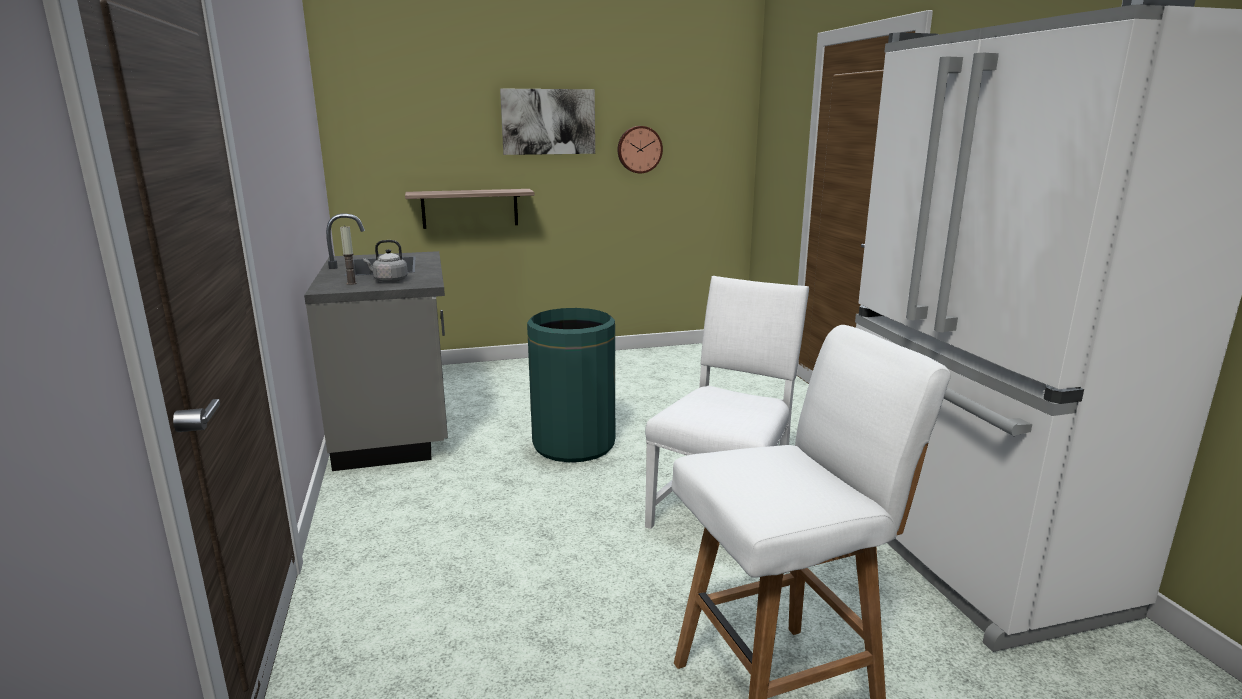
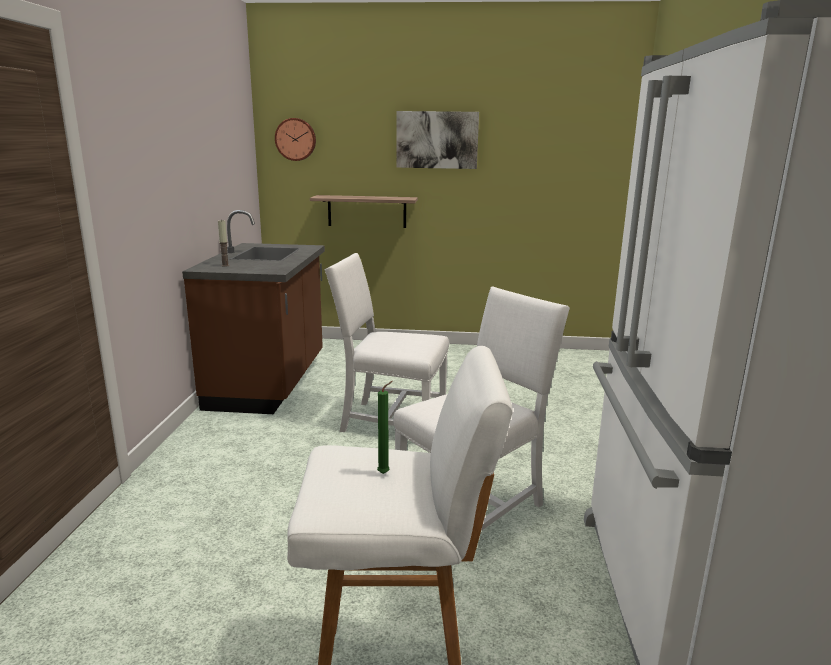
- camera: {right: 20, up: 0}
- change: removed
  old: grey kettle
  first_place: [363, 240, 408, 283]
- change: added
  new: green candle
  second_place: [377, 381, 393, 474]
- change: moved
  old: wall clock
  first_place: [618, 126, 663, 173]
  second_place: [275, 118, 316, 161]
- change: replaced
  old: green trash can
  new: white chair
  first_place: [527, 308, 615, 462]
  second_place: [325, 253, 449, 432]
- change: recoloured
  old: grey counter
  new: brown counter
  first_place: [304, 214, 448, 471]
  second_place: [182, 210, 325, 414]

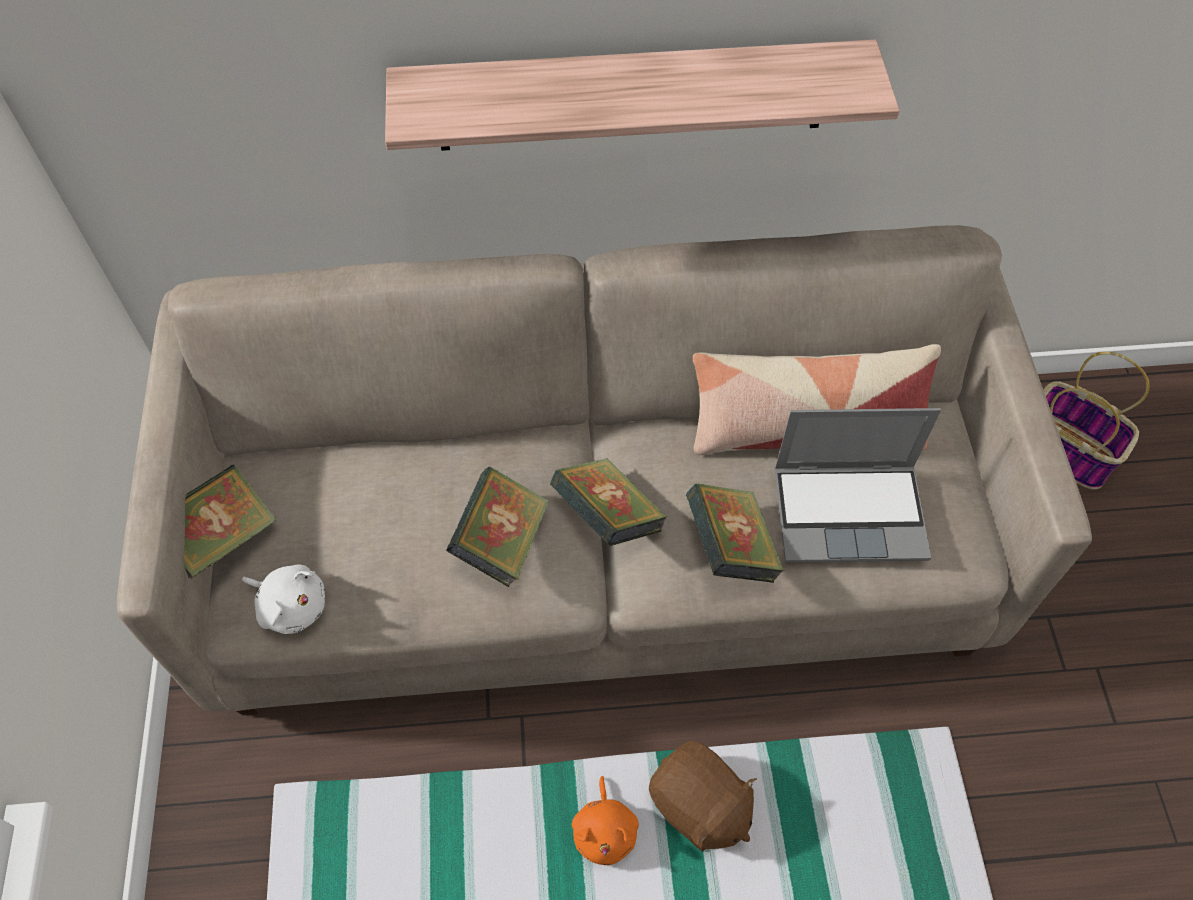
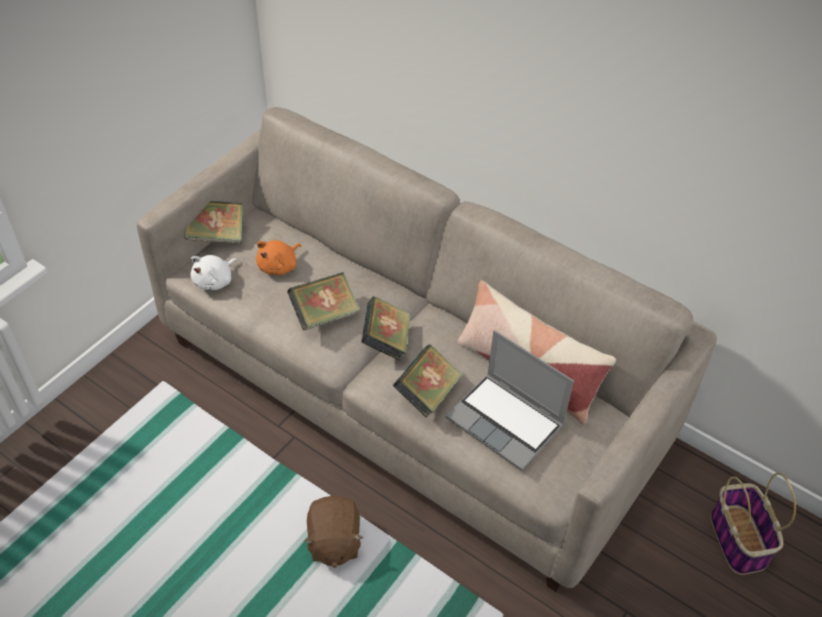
- camera: {right: 40, up: -10}
- change: removed
  old: shelf
  first_place: [385, 40, 900, 151]
- change: moved
  old: orange plush toy
  first_place: [572, 776, 639, 865]
  second_place: [256, 240, 301, 275]
- change: turned
  old: white plush toy
  first_place: [242, 564, 325, 634]
  second_place: [191, 255, 238, 290]
  degrees: 60

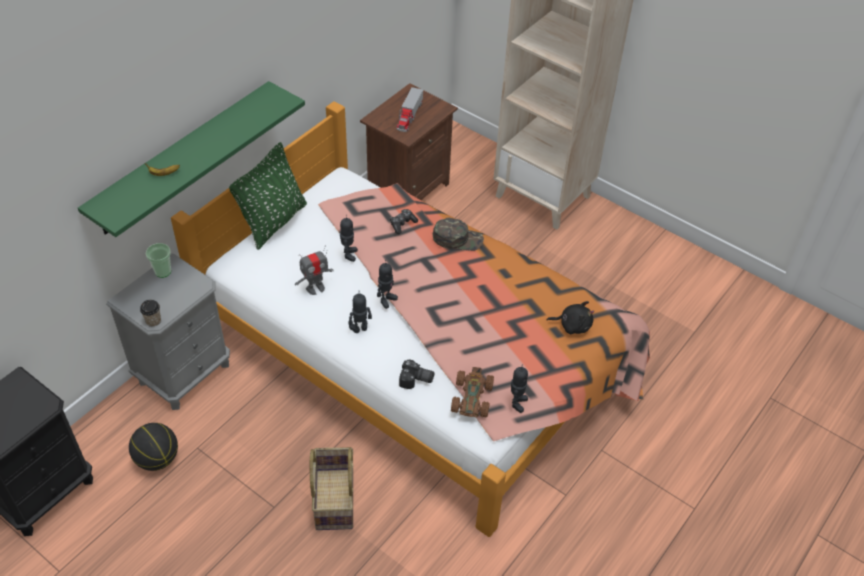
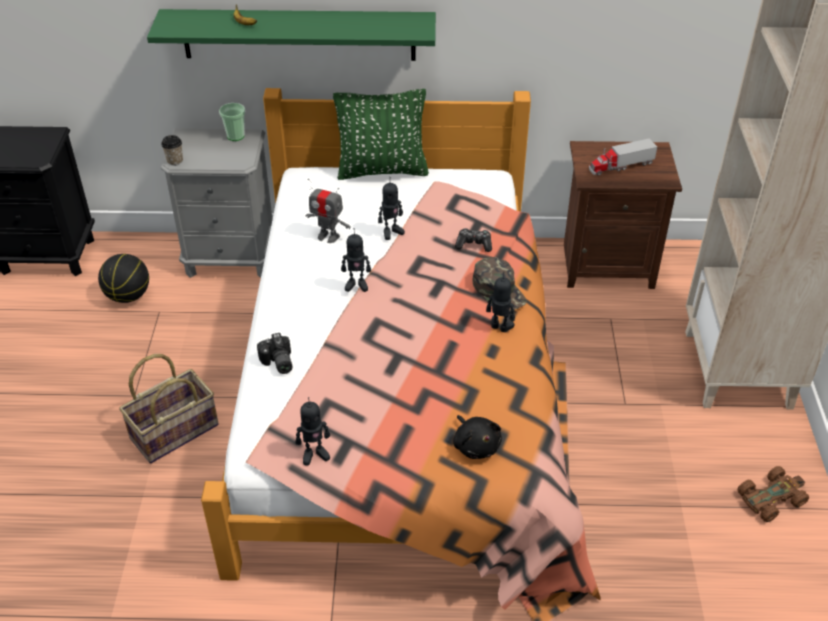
- camera: {right: 55, up: -5}
- change: moved
  old: toy robot
  first_place: [348, 294, 372, 333]
  second_place: [486, 272, 515, 332]
- change: moved
  old: brown toy car
  first_place: [451, 367, 494, 418]
  second_place: [737, 466, 809, 522]

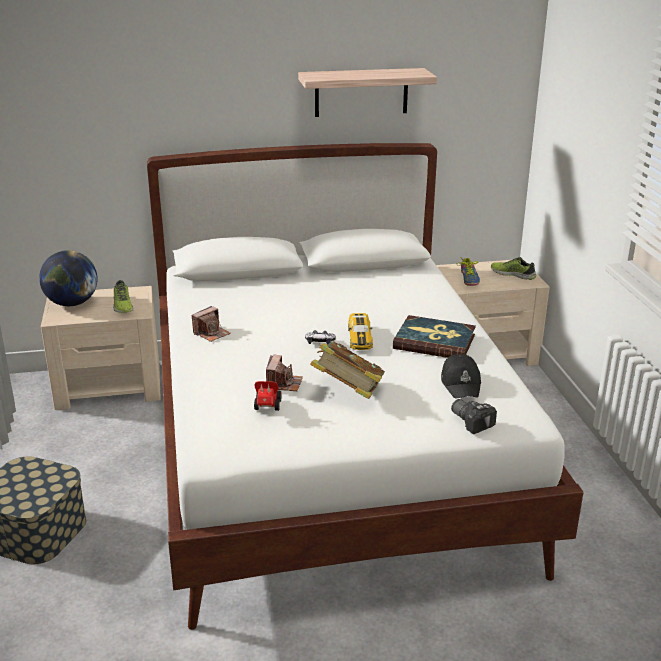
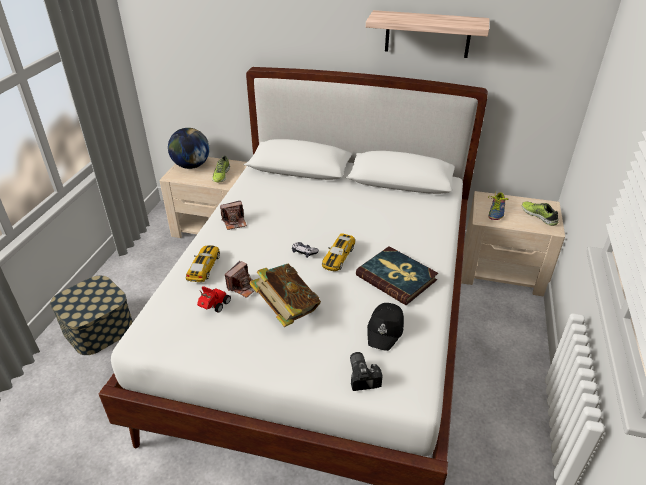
- camera: {right: 25, up: 10}
- change: added
  new: toy car
  second_place: [185, 245, 220, 283]

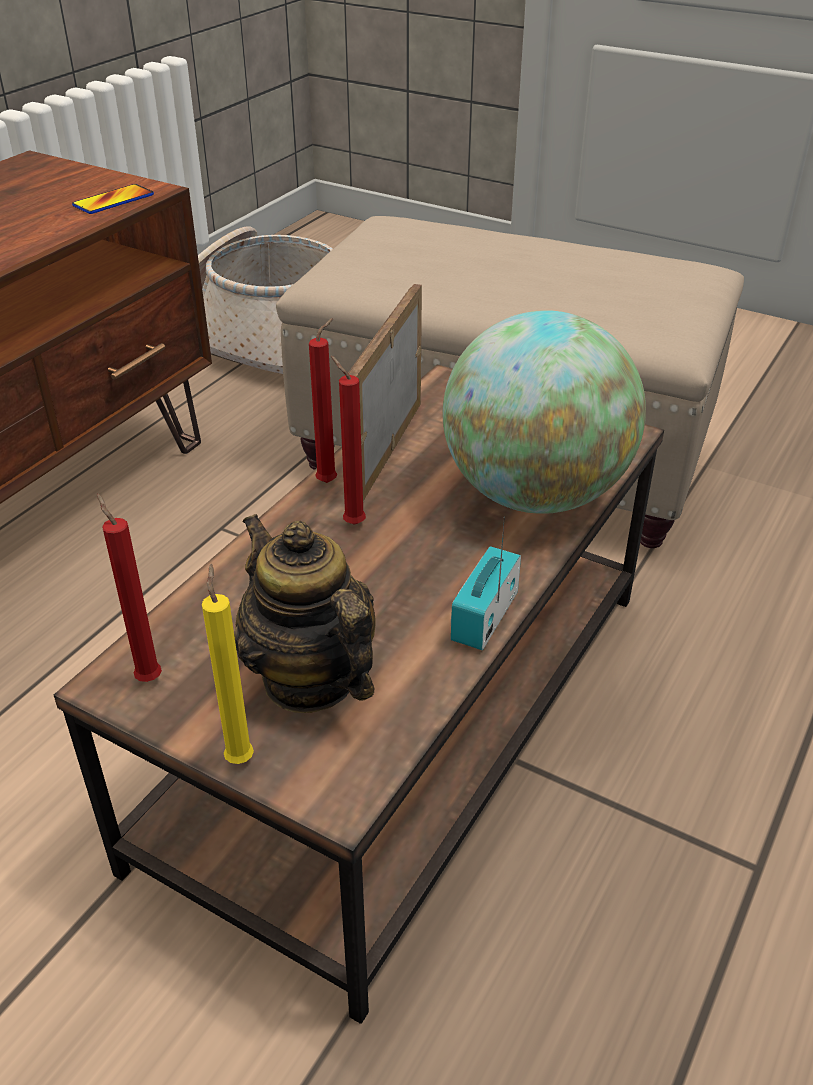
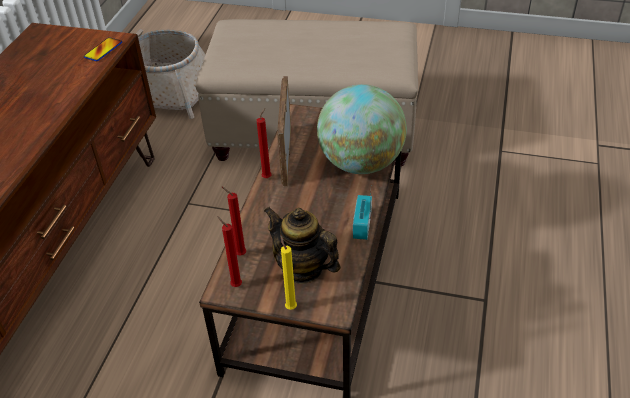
- camera: {right: -15, up: 5}
- change: moved
  old: red candle
  first_place: [331, 356, 366, 525]
  second_place: [222, 187, 246, 255]

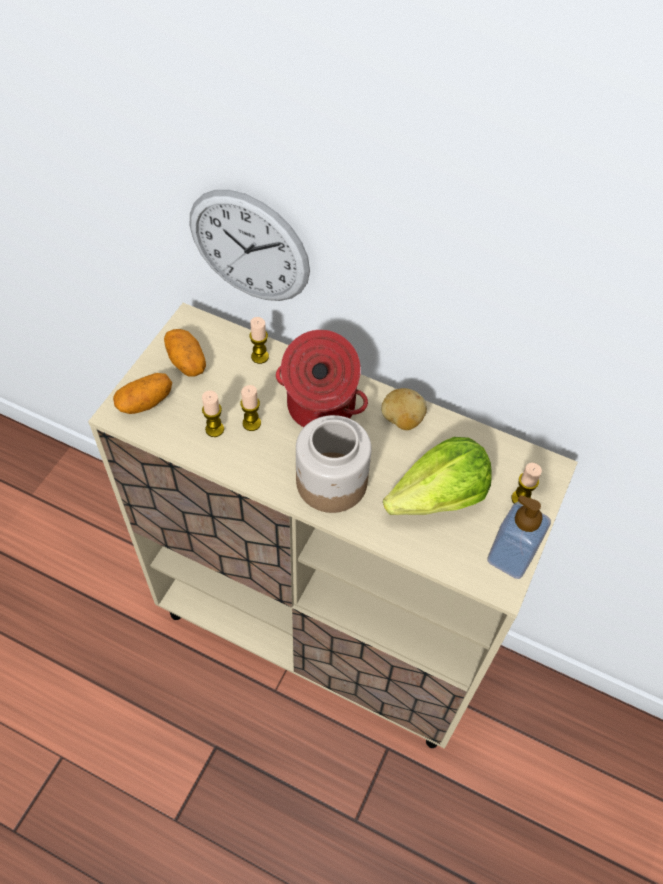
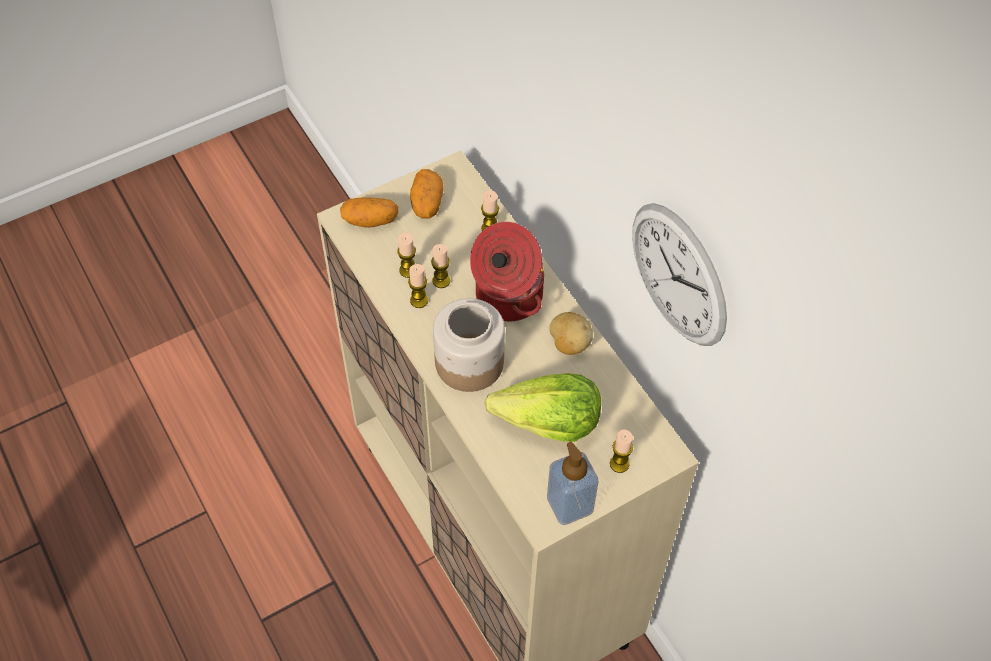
- camera: {right: 35, up: 0}
- change: added
  new: candle
  second_place: [408, 264, 428, 308]
- change: moved
  old: wall clock
  first_place: [190, 190, 310, 301]
  second_place: [632, 203, 727, 346]

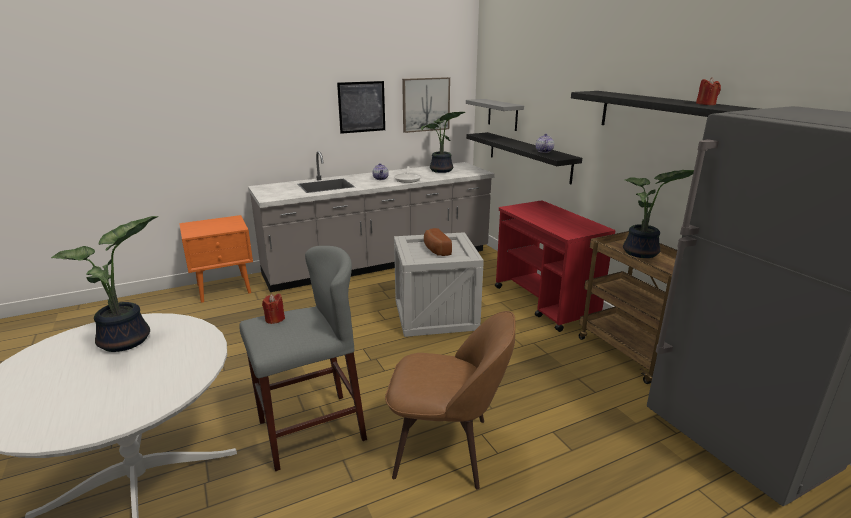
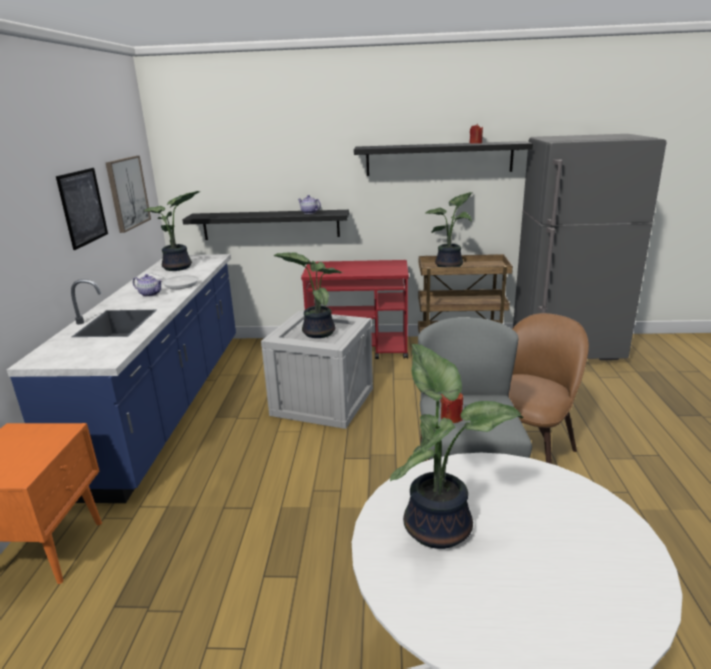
- camera: {right: -60, up: 0}
- change: removed
  old: grey shelf
  first_place: [466, 99, 524, 131]
- change: replaced
  old: bread
  new: potted plant
  first_place: [424, 228, 452, 256]
  second_place: [273, 253, 343, 338]
- change: recoloured
  old: grey counter
  new: blue counter
  first_place: [248, 151, 495, 292]
  second_place: [7, 254, 236, 503]

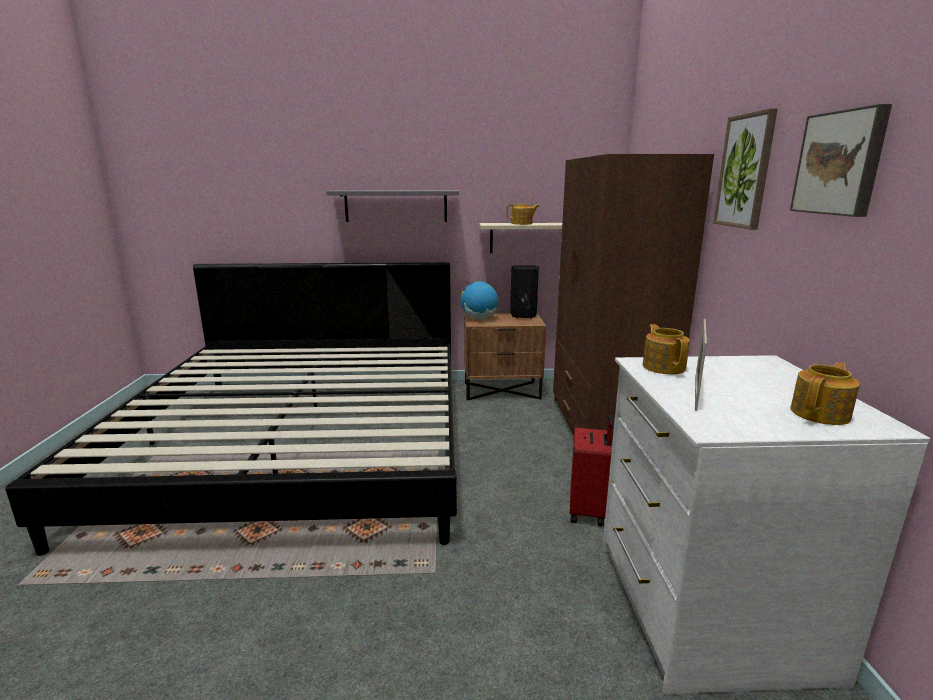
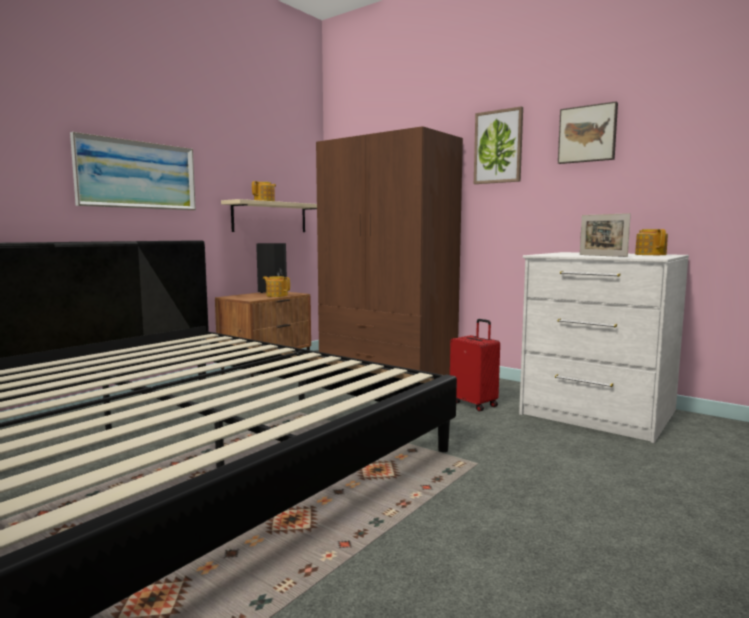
- camera: {right: -50, up: -10}
- change: removed
  old: globe
  first_place: [461, 281, 498, 319]
- change: moved
  old: teapot
  first_place: [642, 324, 690, 374]
  second_place: [263, 276, 290, 297]
- change: replaced
  old: grey shelf
  new: picture
  first_place: [326, 190, 459, 222]
  second_place: [70, 132, 196, 210]

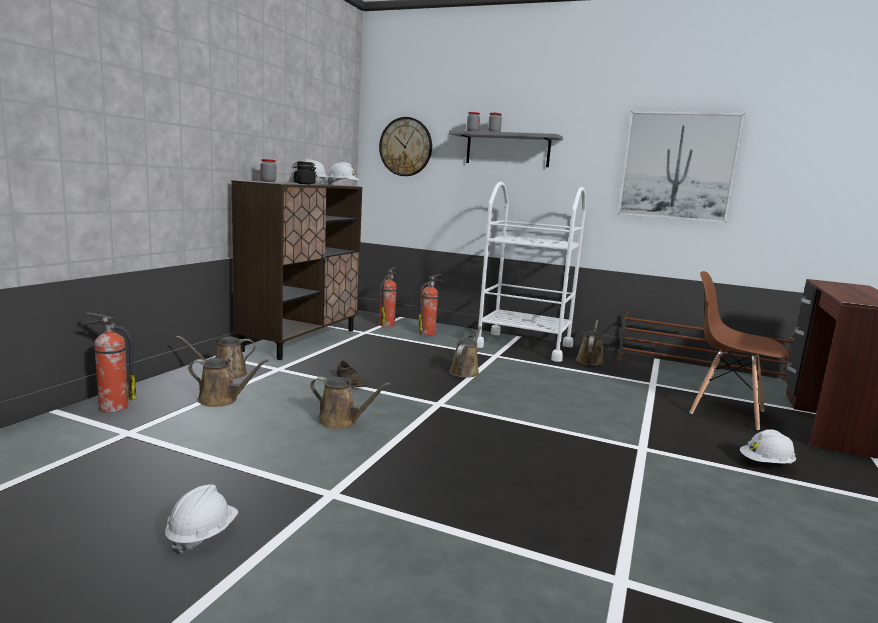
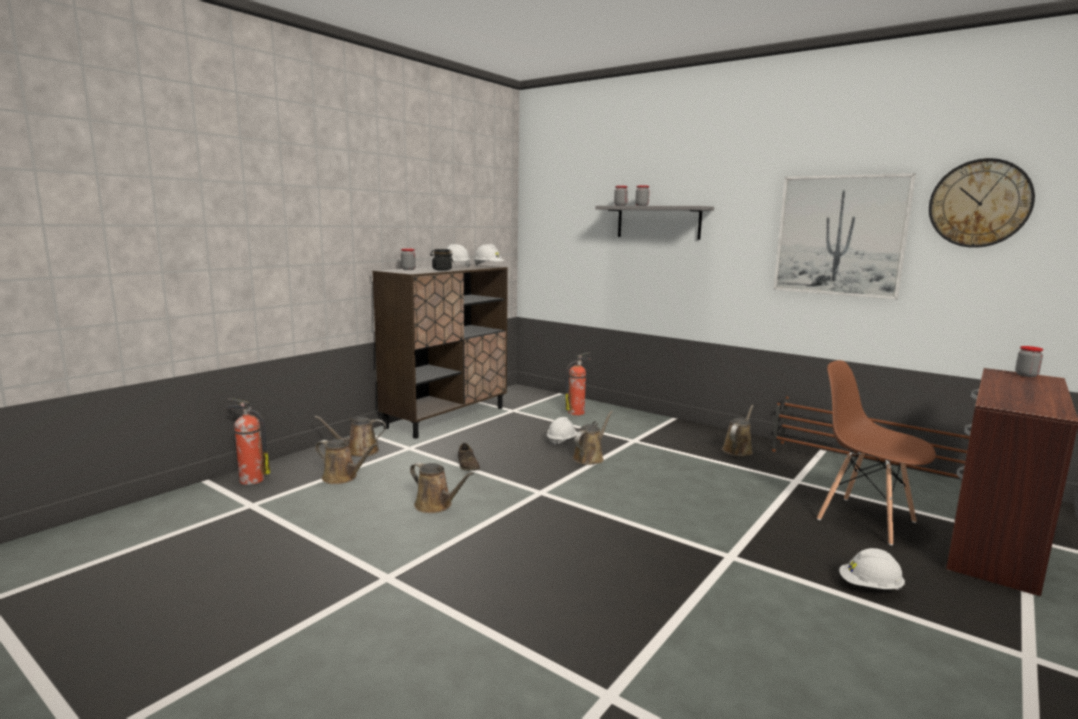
- camera: {right: 15, up: 0}
- change: removed
  old: fire extinguisher
  first_place: [379, 267, 397, 327]
- change: removed
  old: white cart
  first_place: [474, 182, 586, 362]
- change: added
  new: jar
  second_place: [1015, 346, 1043, 377]
- change: moved
  old: white hard hat
  first_place: [165, 484, 238, 555]
  second_place: [547, 417, 578, 446]
- change: moved
  old: wall clock
  first_place: [379, 117, 432, 176]
  second_place: [929, 158, 1035, 248]

